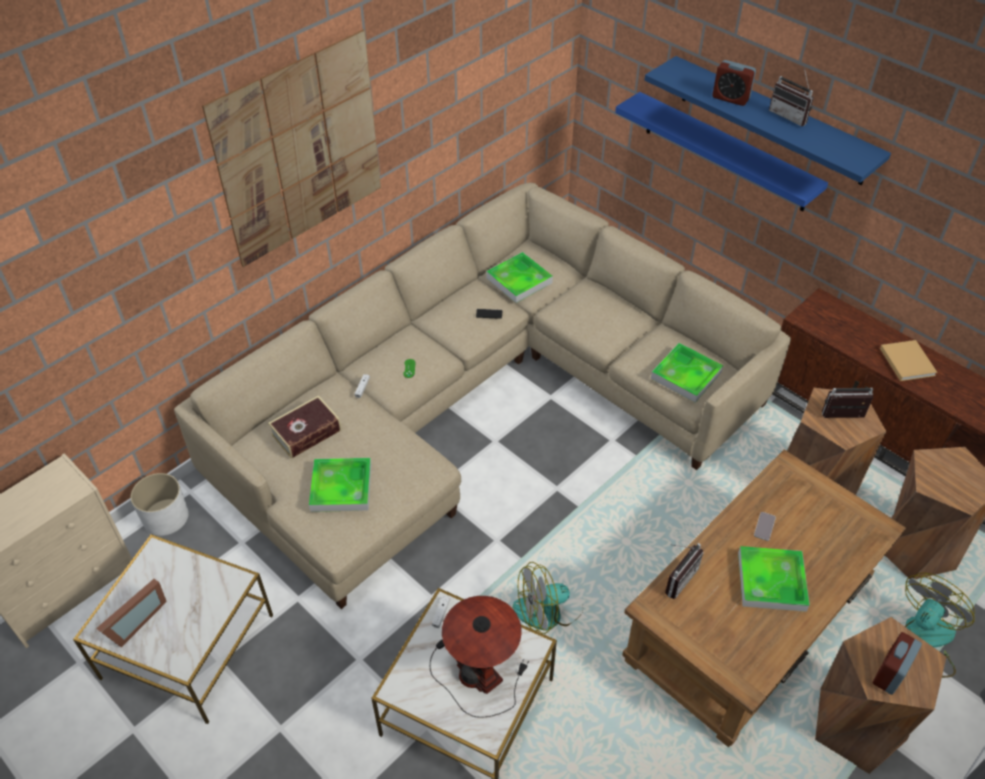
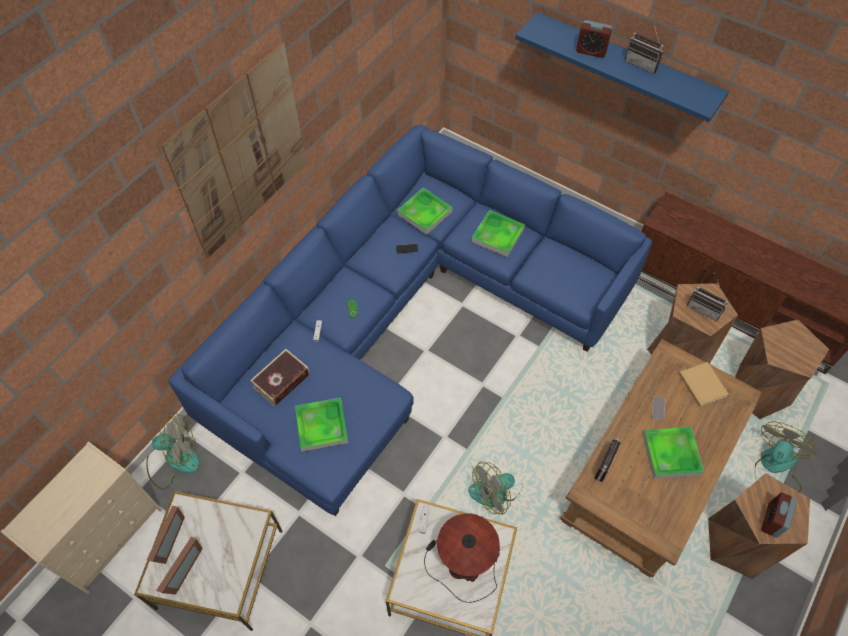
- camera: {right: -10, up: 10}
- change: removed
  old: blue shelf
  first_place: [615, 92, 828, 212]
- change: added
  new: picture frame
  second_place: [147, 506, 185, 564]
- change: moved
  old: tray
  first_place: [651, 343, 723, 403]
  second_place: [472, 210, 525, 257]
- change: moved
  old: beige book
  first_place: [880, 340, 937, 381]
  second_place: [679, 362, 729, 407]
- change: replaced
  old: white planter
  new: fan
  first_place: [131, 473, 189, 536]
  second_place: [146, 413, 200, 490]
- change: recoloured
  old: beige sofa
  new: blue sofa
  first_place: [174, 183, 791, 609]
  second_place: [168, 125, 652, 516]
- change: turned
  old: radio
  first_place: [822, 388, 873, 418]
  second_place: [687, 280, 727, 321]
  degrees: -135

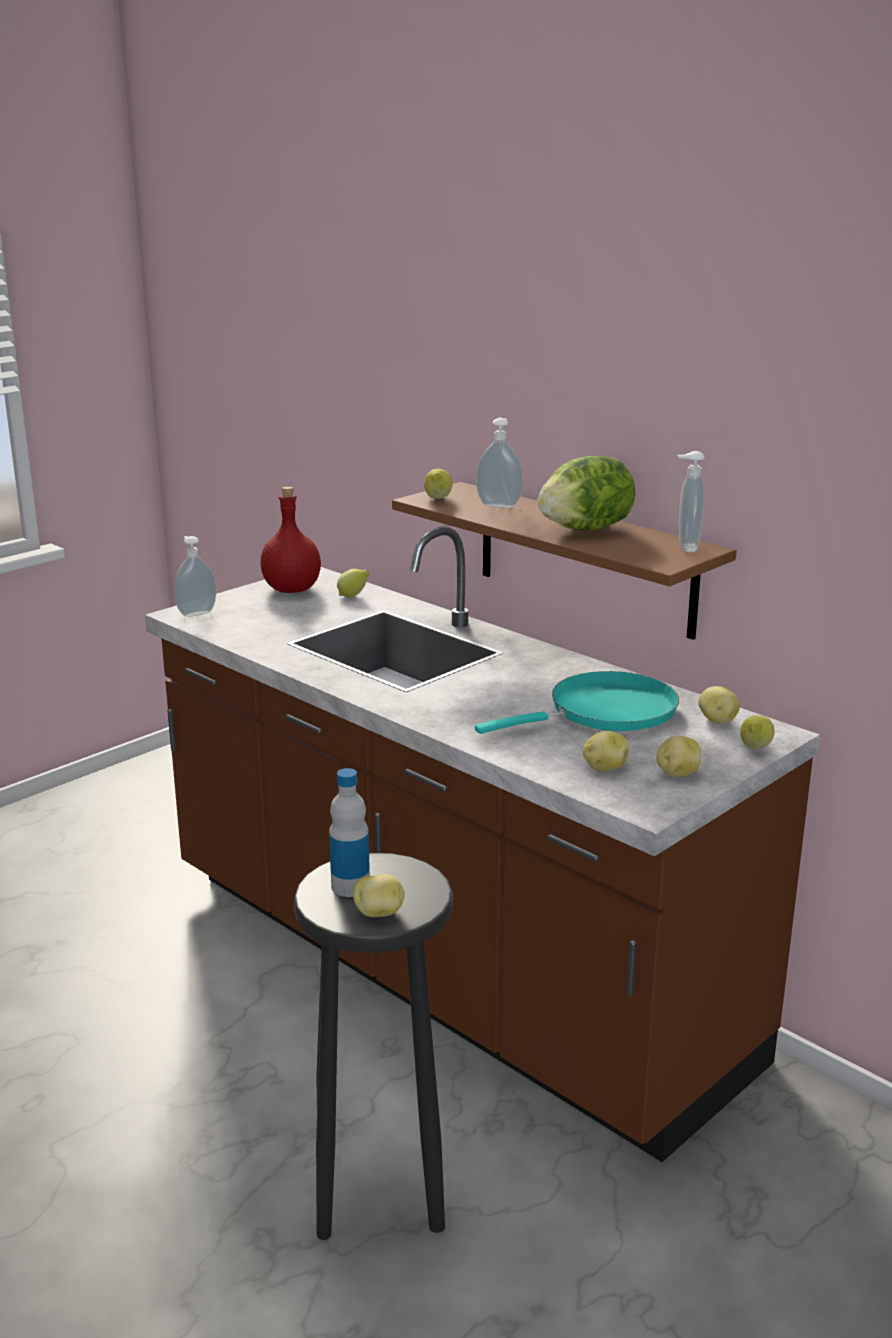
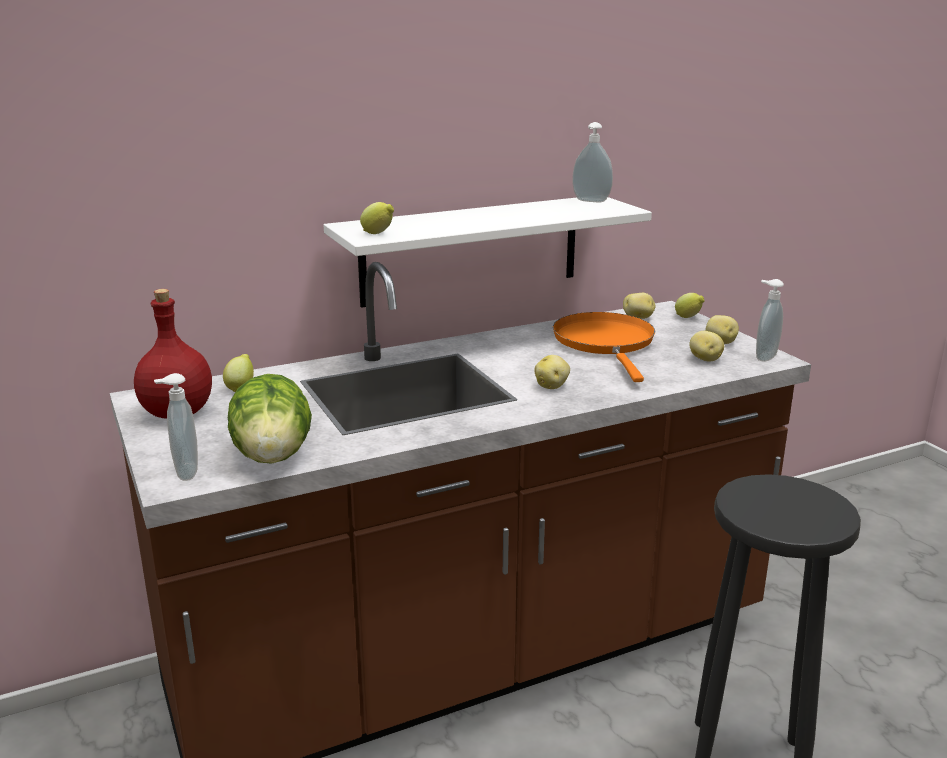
- camera: {right: -70, up: 0}
- change: removed
  old: bottle
  first_place: [329, 768, 370, 897]
- change: moved
  old: potato
  first_place: [353, 874, 405, 917]
  second_place: [534, 355, 570, 389]
- change: moved
  old: soap dispenser
  first_place: [476, 418, 523, 508]
  second_place: [756, 279, 784, 362]
- change: moved
  old: lettuce
  first_place: [537, 456, 635, 530]
  second_place: [228, 374, 312, 464]
- change: recoloured
  old: brown shelf
  new: white shelf
  first_place: [392, 482, 736, 640]
  second_place: [324, 197, 652, 308]
- change: recoloured
  old: turquoise frying pan
  new: orange frying pan
  first_place: [475, 671, 679, 734]
  second_place: [553, 312, 655, 382]

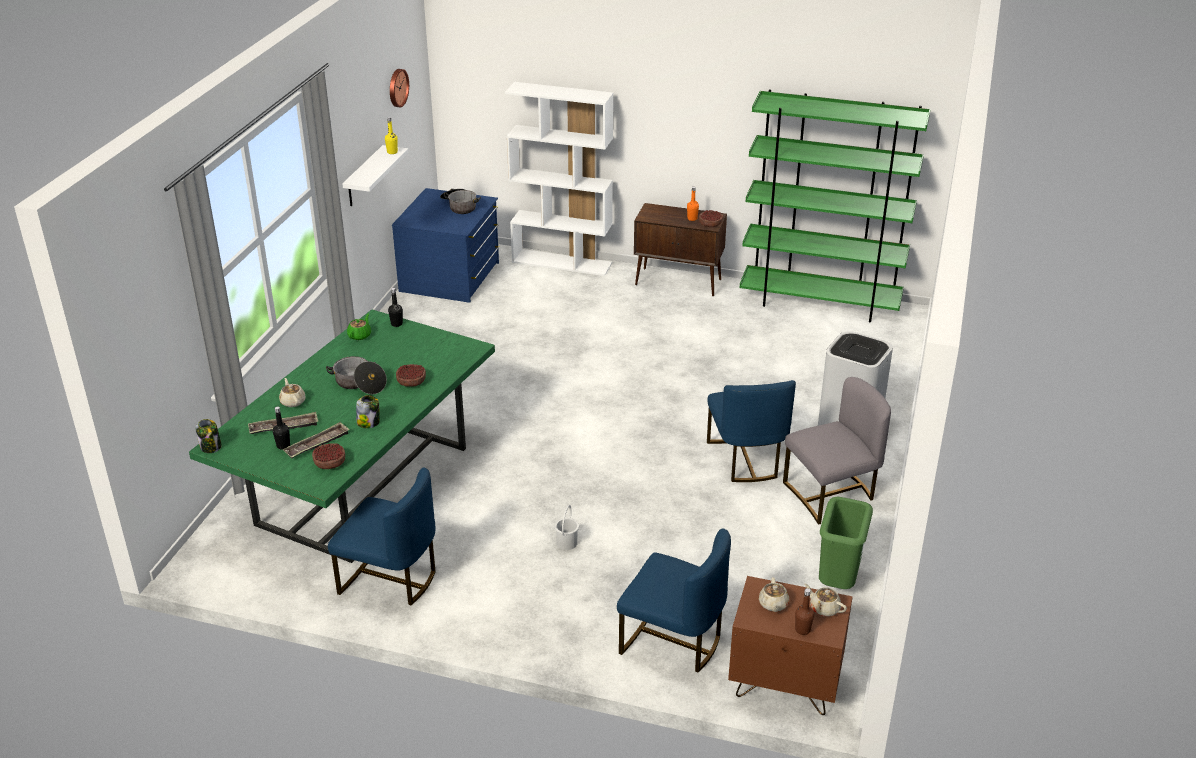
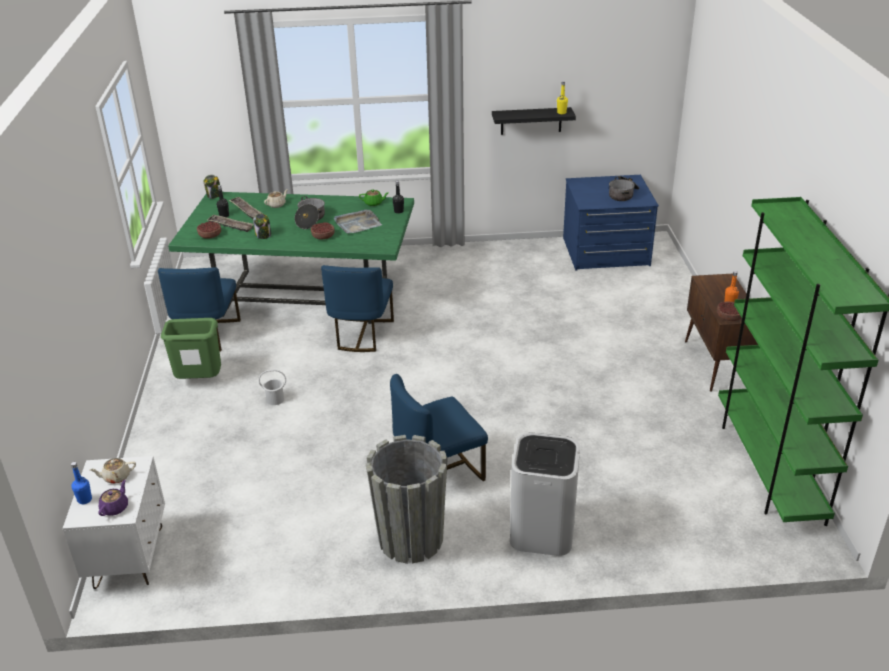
- camera: {right: 70, up: 0}
- change: removed
  old: wall clock
  first_place: [390, 69, 409, 107]
- change: removed
  old: white bookcase
  first_place: [505, 82, 613, 276]
- change: added
  new: grey tray
  second_place: [334, 210, 382, 234]
- change: moved
  old: blue chair
  first_place: [617, 528, 731, 672]
  second_place: [321, 265, 394, 352]
- change: moved
  old: green trash can
  first_place: [819, 497, 873, 589]
  second_place: [161, 318, 221, 379]
- change: replaced
  old: grey chair
  new: grey planter
  first_place: [783, 377, 891, 525]
  second_place: [366, 435, 447, 564]
- change: recoloured
  old: white shelf
  new: black shelf
  first_place: [342, 145, 409, 206]
  second_place: [492, 107, 576, 135]
- change: recoloured
  old: brown nightstand
  new: white nightstand
  first_place: [728, 576, 853, 715]
  second_place: [63, 456, 165, 589]
- change: recoloured
  old: brown bottle
  new: blue bottle
  first_place: [795, 588, 814, 635]
  second_place: [71, 462, 92, 504]
- change: recoloured
  old: beige teapot
  new: purple teapot
  first_place: [804, 583, 847, 616]
  second_place: [98, 480, 128, 516]

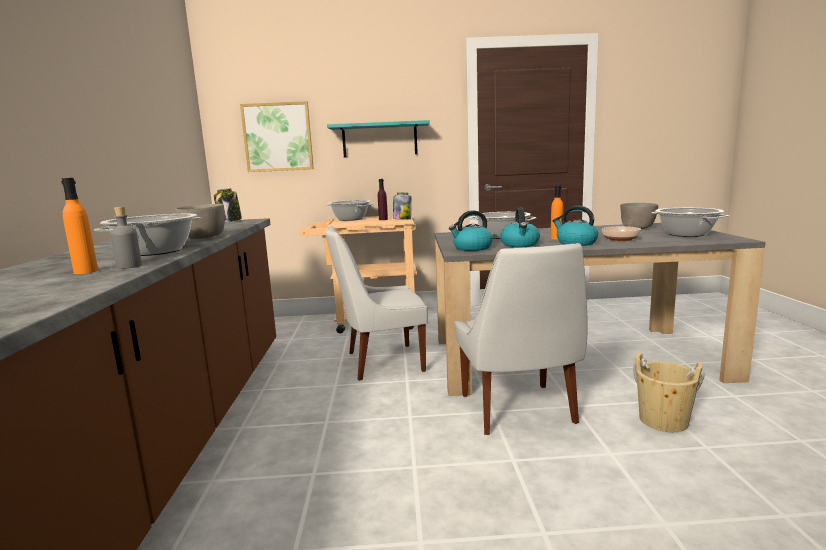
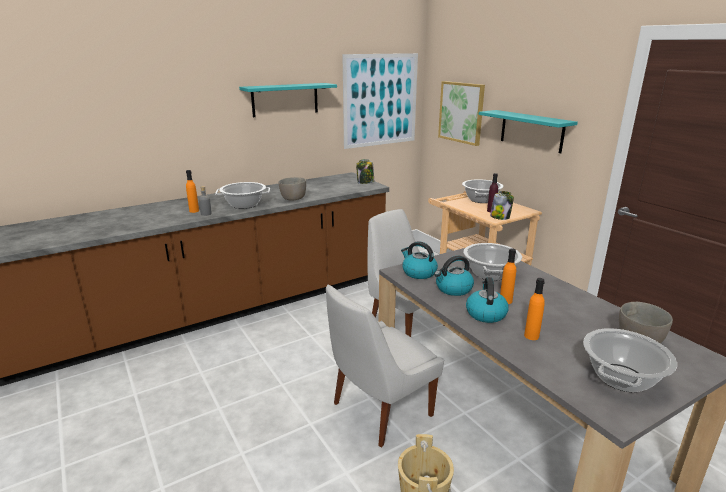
- camera: {right: 60, up: 10}
- change: added
  new: turquoise shelf
  second_place: [239, 83, 337, 117]
- change: added
  new: picture
  second_place: [342, 53, 418, 149]
- change: replaced
  old: bowl
  new: orange bottle
  first_place: [602, 226, 641, 241]
  second_place: [524, 278, 545, 340]

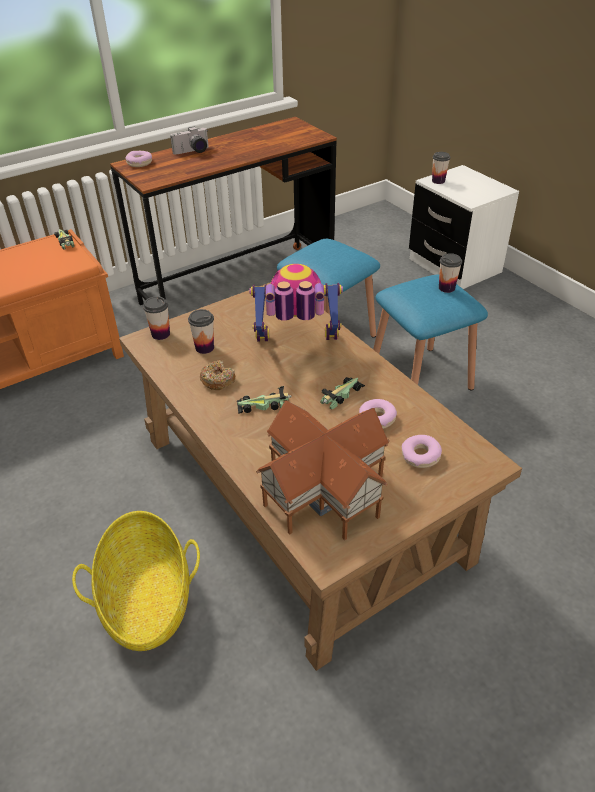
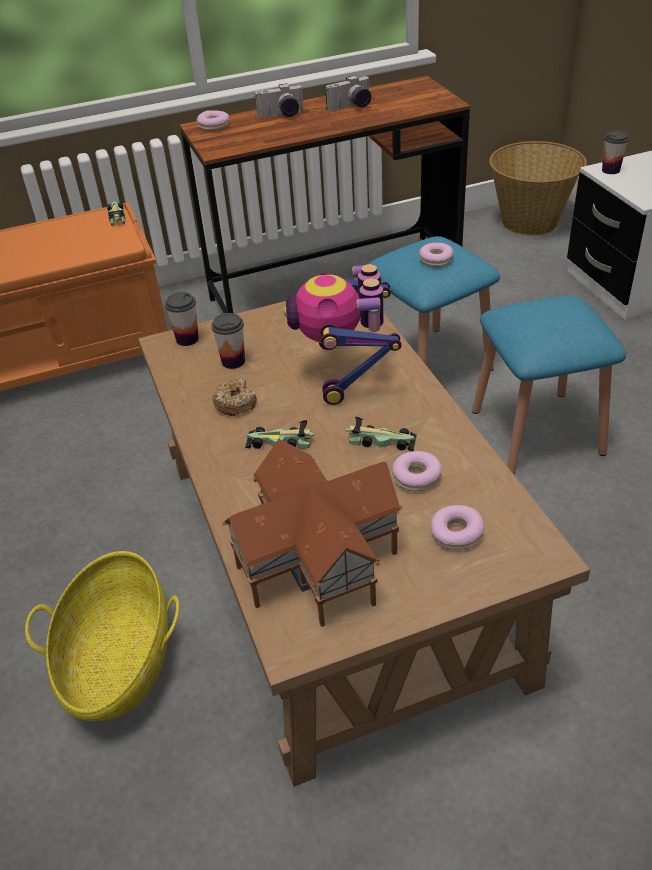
- camera: {right: 15, up: 0}
- change: removed
  old: cup
  first_place: [439, 253, 462, 293]
- change: added
  new: photo camera
  second_place: [326, 75, 371, 111]
- change: added
  new: donut
  second_place: [419, 243, 453, 267]
- change: added
  new: basket
  second_place: [489, 141, 587, 236]
- change: turned
  old: toy robot
  first_place: [249, 264, 343, 342]
  second_place: [283, 264, 402, 405]
  degrees: -105
- change: turned
  old: toy car
  first_place: [320, 377, 365, 410]
  second_place: [346, 417, 416, 451]
  degrees: 45

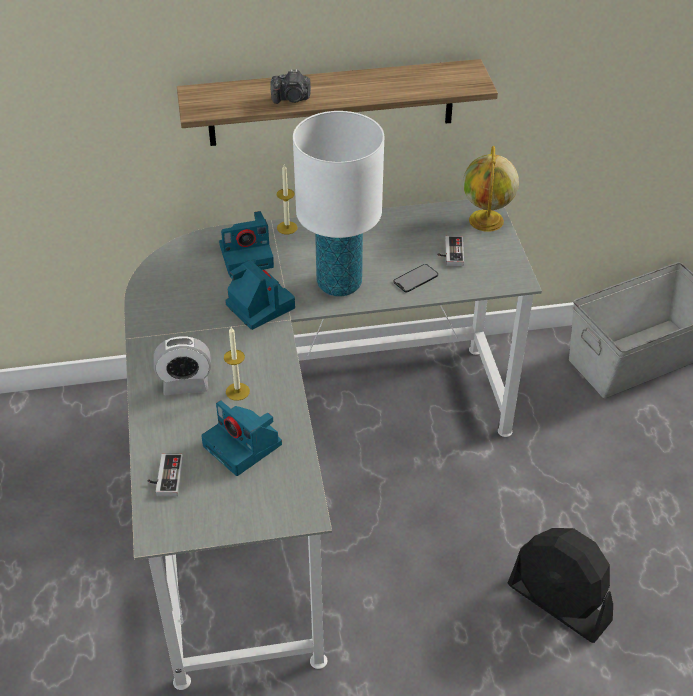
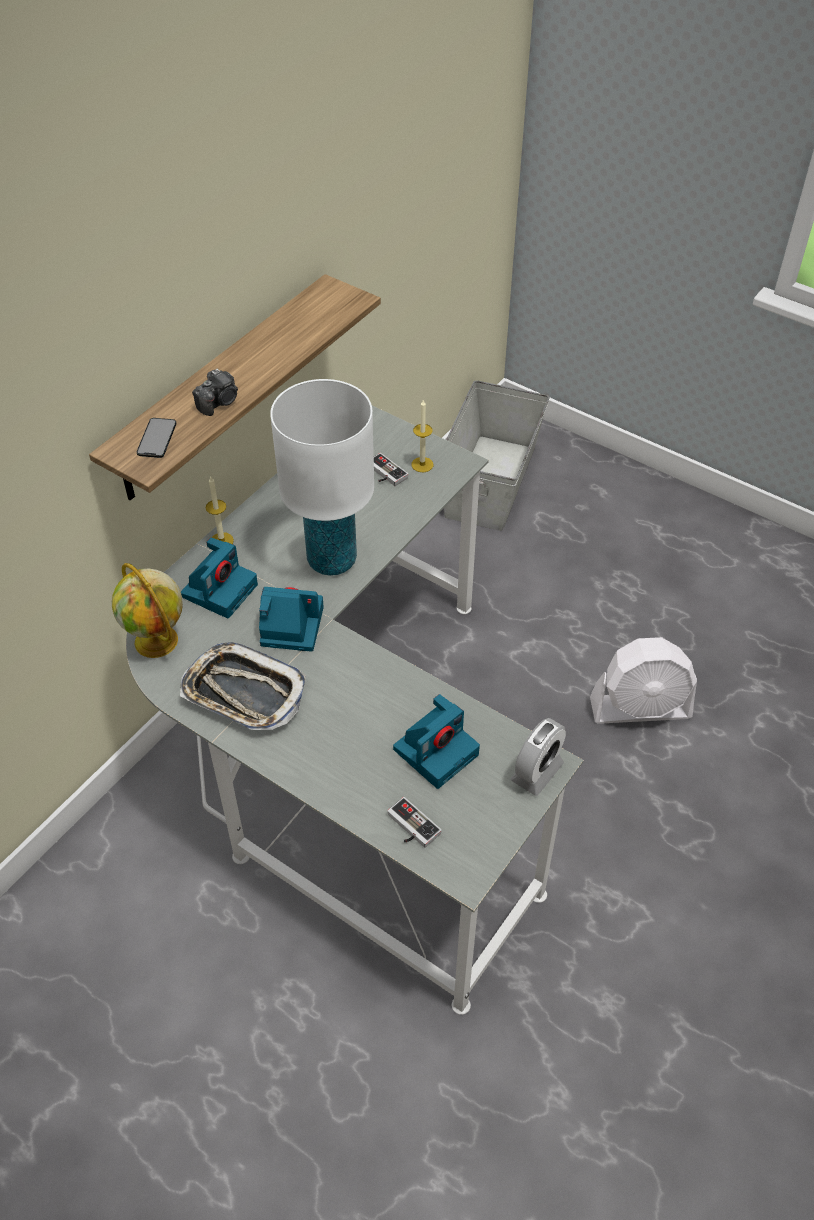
- camera: {right: -45, up: 5}
- change: added
  new: tray
  second_place: [180, 642, 306, 730]
- change: moved
  old: alarm clock
  first_place: [154, 336, 211, 395]
  second_place: [511, 718, 566, 796]
- change: moved
  old: candle
  first_place: [224, 327, 250, 401]
  second_place: [411, 400, 433, 472]
- change: moved
  old: phone
  first_place: [393, 264, 438, 292]
  second_place: [137, 418, 177, 458]
- change: moved
  old: globe
  first_place: [463, 146, 519, 232]
  second_place: [112, 563, 183, 658]
- change: recoloured
  old: black fan
  new: white fan
  first_place: [508, 528, 613, 643]
  second_place: [590, 637, 697, 724]
- change: turned
  old: photo camera
  first_place: [201, 400, 282, 476]
  second_place: [393, 694, 480, 789]
  degrees: -45

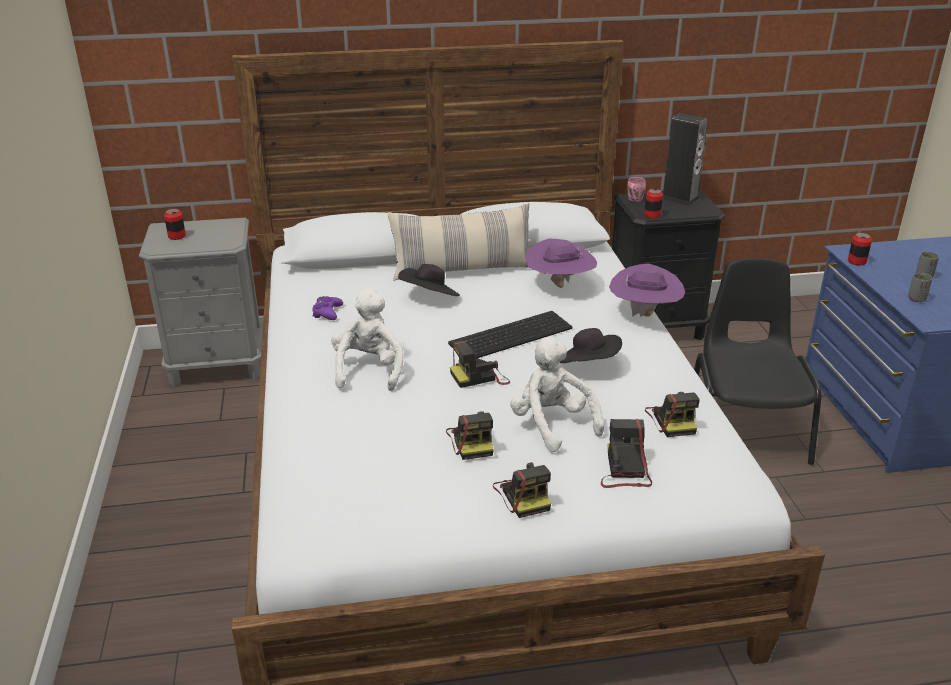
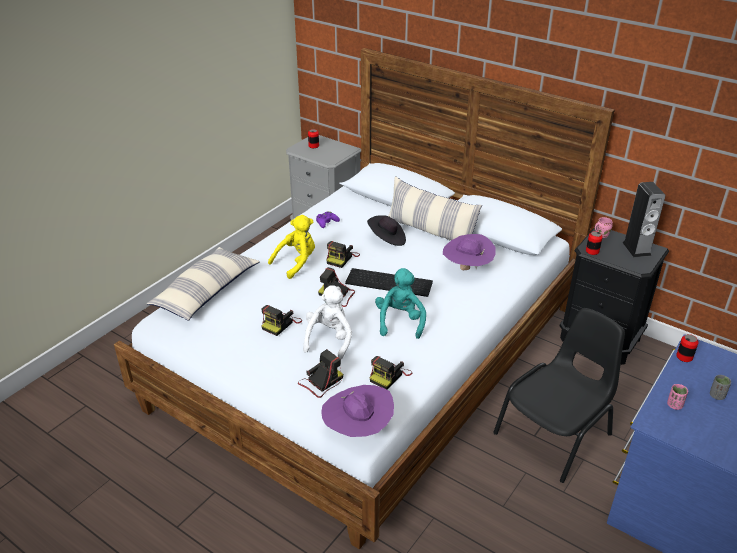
- camera: {right: 45, up: 5}
- change: added
  new: pillow
  second_place: [147, 247, 260, 321]
- change: moved
  old: photo camera
  first_place: [493, 462, 551, 518]
  second_place: [326, 241, 360, 268]
- change: moved
  old: purple hat
  first_place: [609, 264, 685, 317]
  second_place: [321, 385, 394, 437]
- change: replaced
  old: black hat
  new: turquoise plush toy
  first_place: [560, 328, 622, 363]
  second_place: [375, 268, 426, 339]
- change: recoloured
  old: white plush toy
  new: yellow plush toy
  first_place: [331, 288, 404, 391]
  second_place: [268, 215, 315, 279]
- change: recoloured
  old: grey cup
  new: pink cup
  first_place: [908, 273, 932, 302]
  second_place: [667, 384, 688, 410]

